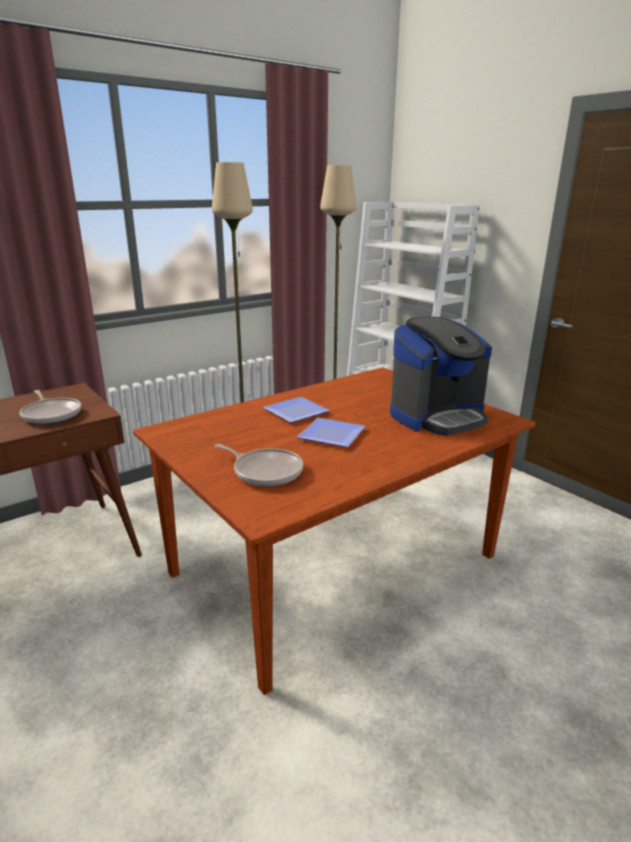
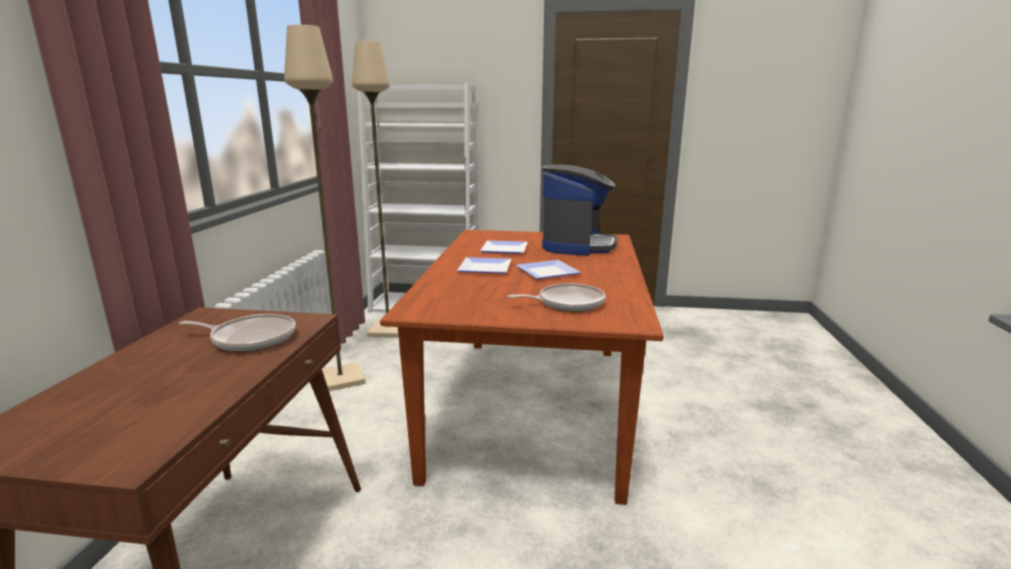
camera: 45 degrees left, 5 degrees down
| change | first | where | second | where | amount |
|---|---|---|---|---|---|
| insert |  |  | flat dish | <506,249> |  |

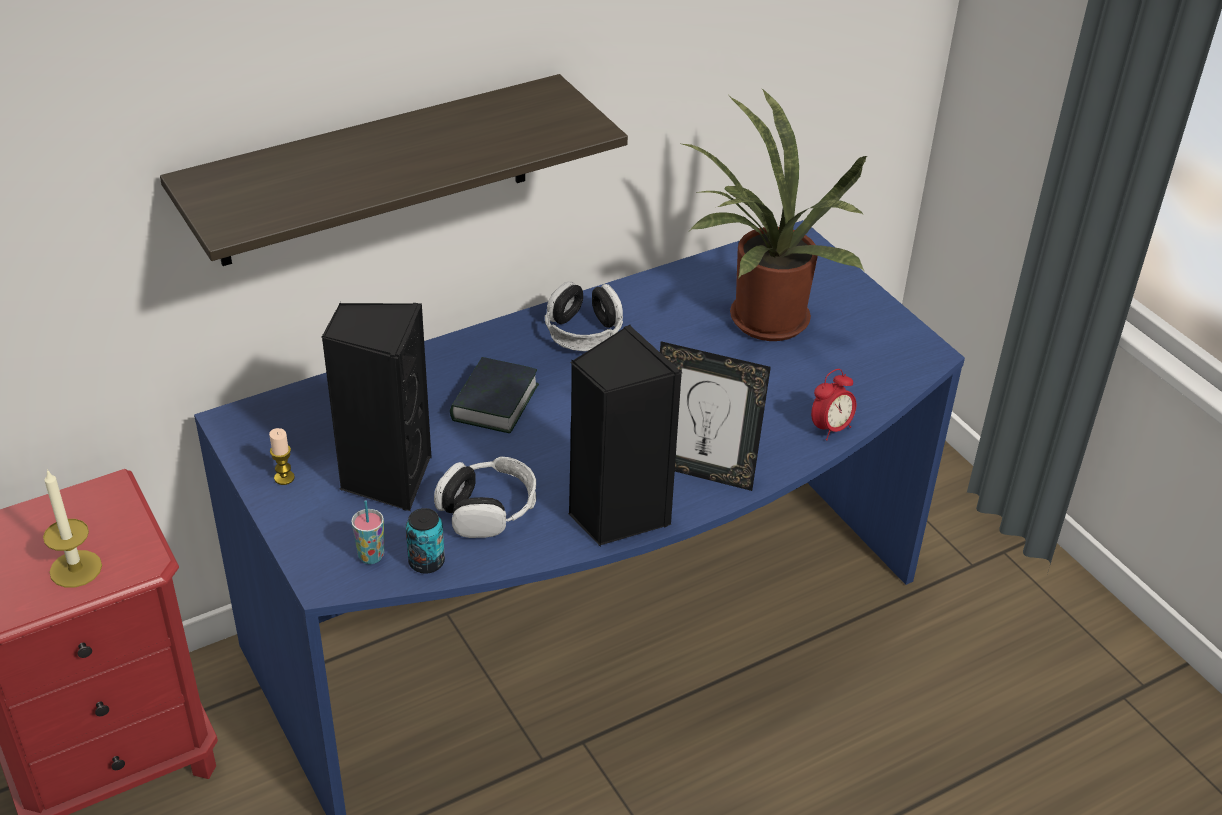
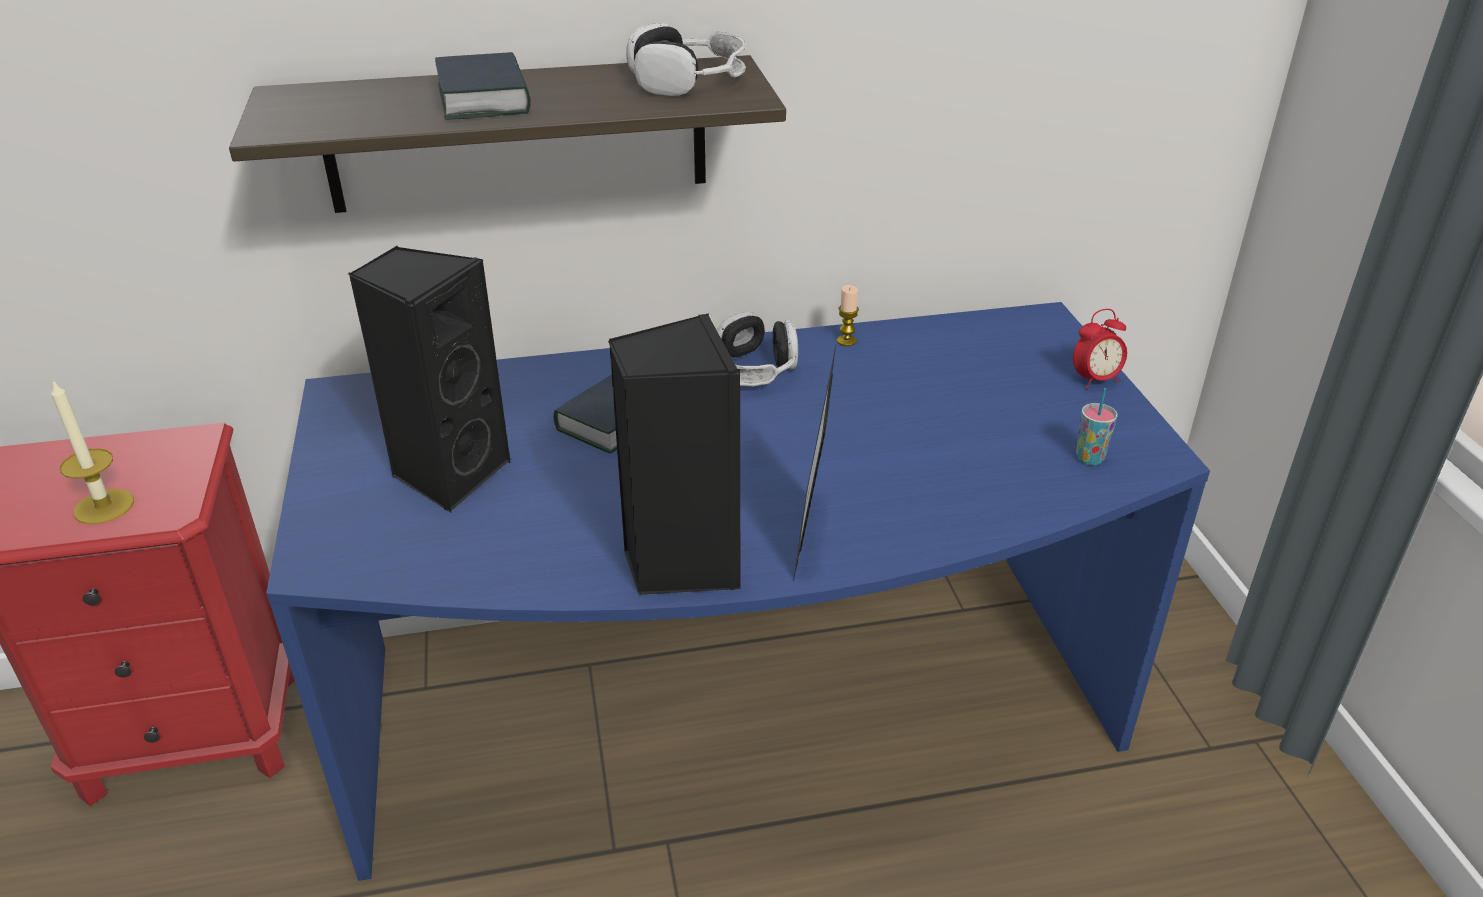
camera: 20 degrees right, 5 degrees down
| change | first | where | second | where | amount |
|---|---|---|---|---|---|
| move | wax light | <284,478> |  | <846,341> |  |
| move | cup | <371,556> |  | <1089,459> |  |
| delete | sealed can | <426,562> |  |  |  |
| move | pair of headphones | <488,509> |  | <688,81> |  |
| rotate | picture frame | <702,471> |  | <811,536> | 60 degrees clockwise |
| delete | plant in a pot | <761,323> |  |  |  |
| move | table clock | <830,428> |  | <1095,380> |  |
| insert |  |  | volume | <484,99> |  |

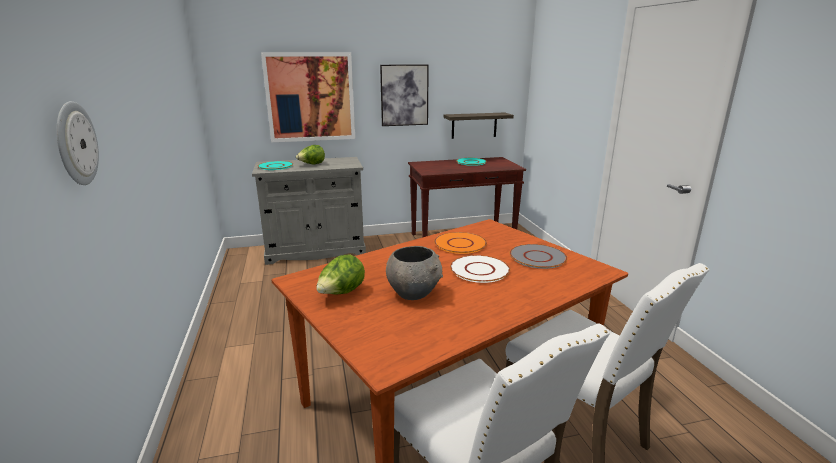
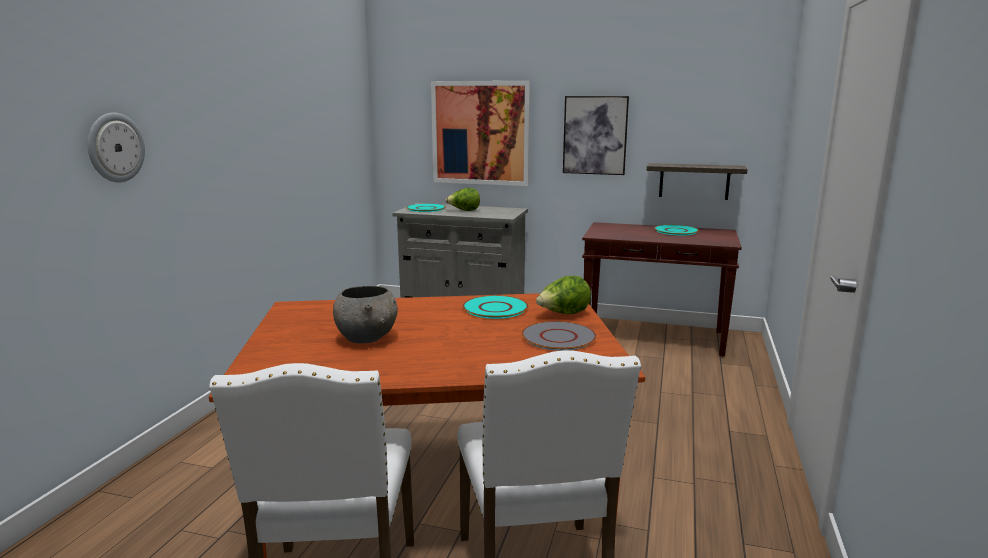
camera: 30 degrees right, 5 degrees down
| change | first | where | second | where | amount |
|---|---|---|---|---|---|
| move | lettuce | <341,293> |  | <563,314> |  |
| recolor | orangey flat dish | <460,244> | blue-green flat dish | <495,308> |  |
| delete | white-coloured flat dish | <479,270> |  |  |  |

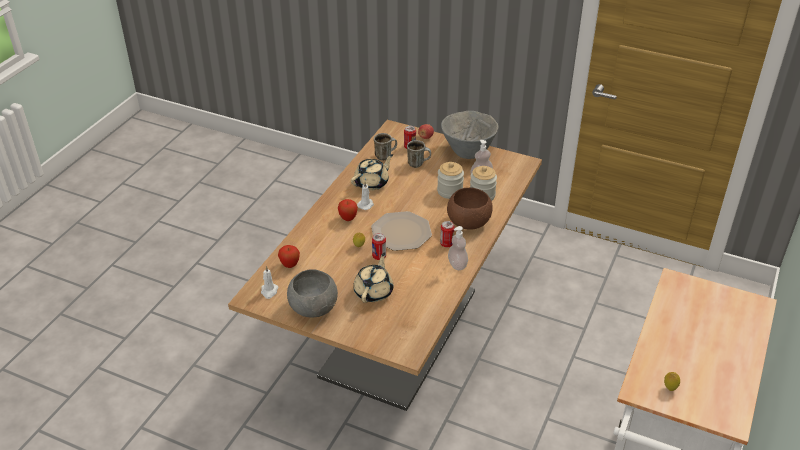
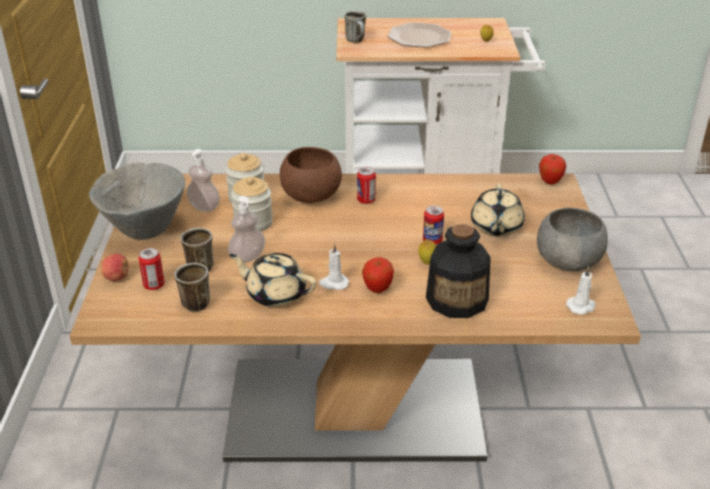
camera: 115 degrees left, 5 degrees down
| change | first | where | second | where | amount |
|---|---|---|---|---|---|
| move | apple fruit | <290,265> |  | <550,182> |  |
| rotate | sand-coloured teapot | <374,291> |  | <496,227> | 75 degrees counterclockwise |
| move | flat dish | <401,233> |  | <420,37> |  |
| move | soap dispenser | <457,264> |  | <247,257> |  |
| insert |  |  | mug | <357,41> |  |
| insert |  |  | drink bottle | <457,300> |  |

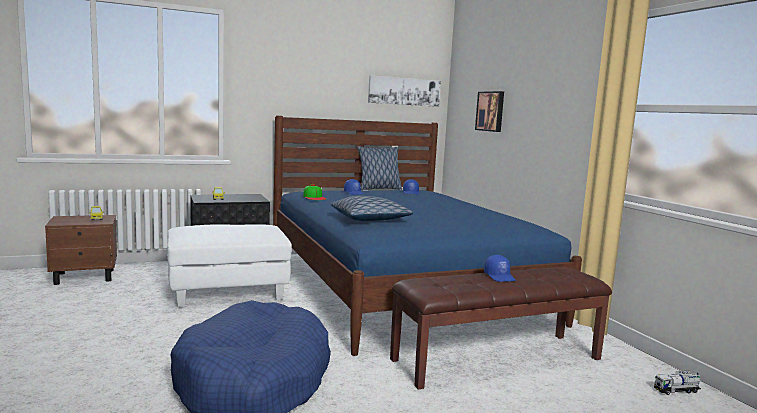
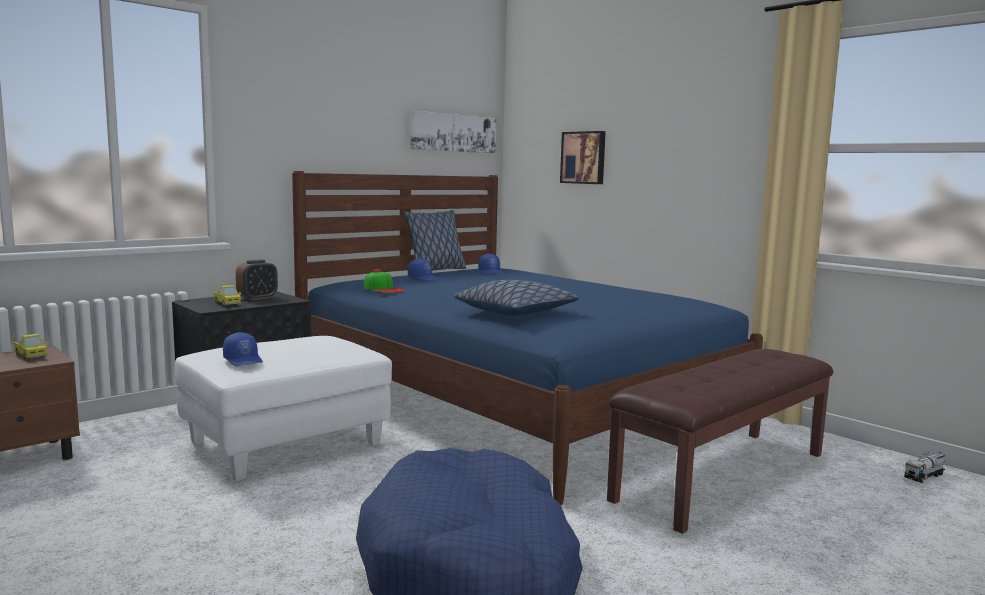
camera: 20 degrees left, 0 degrees up
| change | first | where | second | where | amount |
|---|---|---|---|---|---|
| move | bluish baseball cap | <500,277> |  | <244,360> |  |
| insert |  |  | table clock | <257,298> |  |

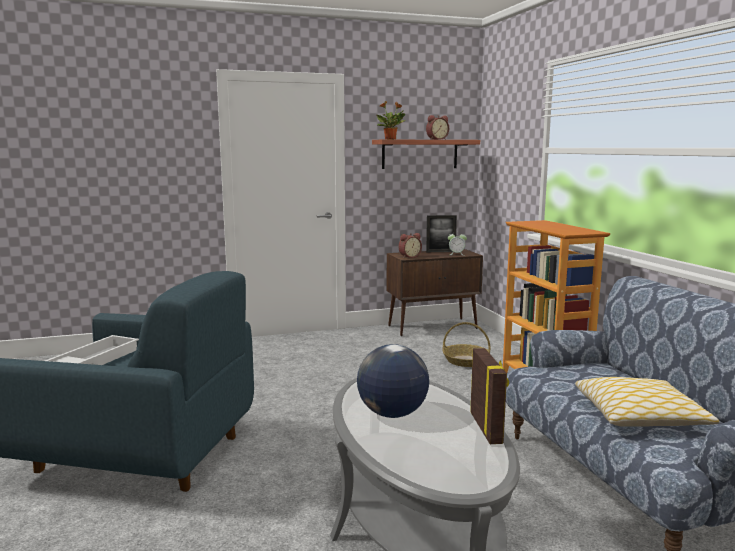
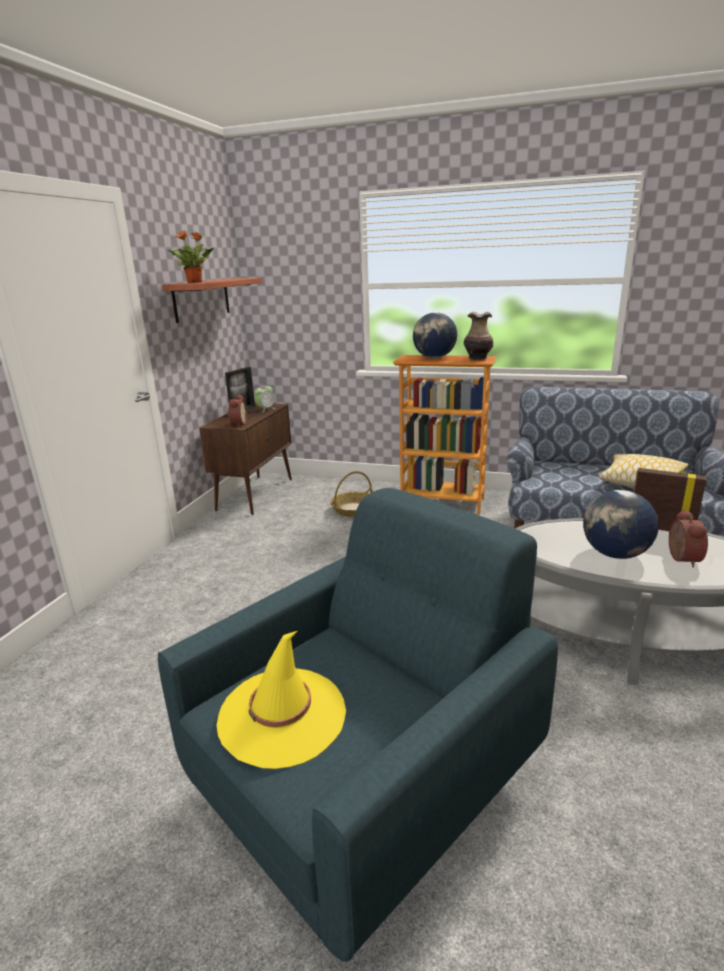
camera: 55 degrees left, 10 degrees up
| change | first | where | second | where | amount |
|---|---|---|---|---|---|
| replace | white-coloured carrying tray | <94,360> | yellow-coloured wearable hat | <282,715> |  |
| move | table clock | <436,139> |  | <680,559> |  |
| insert |  |  | desk globe | <434,358> |  |
| insert |  |  | vase | <477,358> |  |

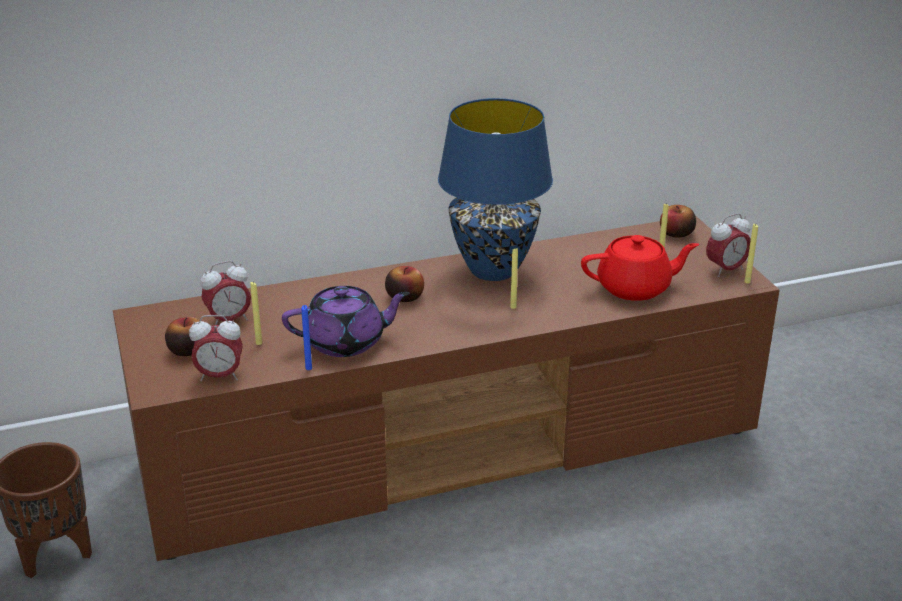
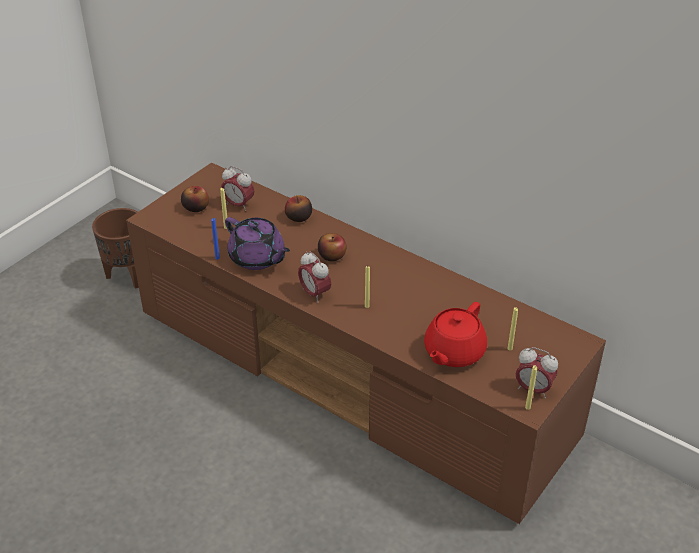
camera: 55 degrees right, 10 degrees up
| change | first | where | second | where | amount |
|---|---|---|---|---|---|
| move | table clock | <219,376> |  | <314,293> |  |
| delete | bluish tabletop lamp | <494,270> |  |  |  |
| rotate | reddish teapot | <635,288> |  | <453,352> | 75 degrees clockwise |
| move | apple fruit | <676,233> |  | <298,217> |  |

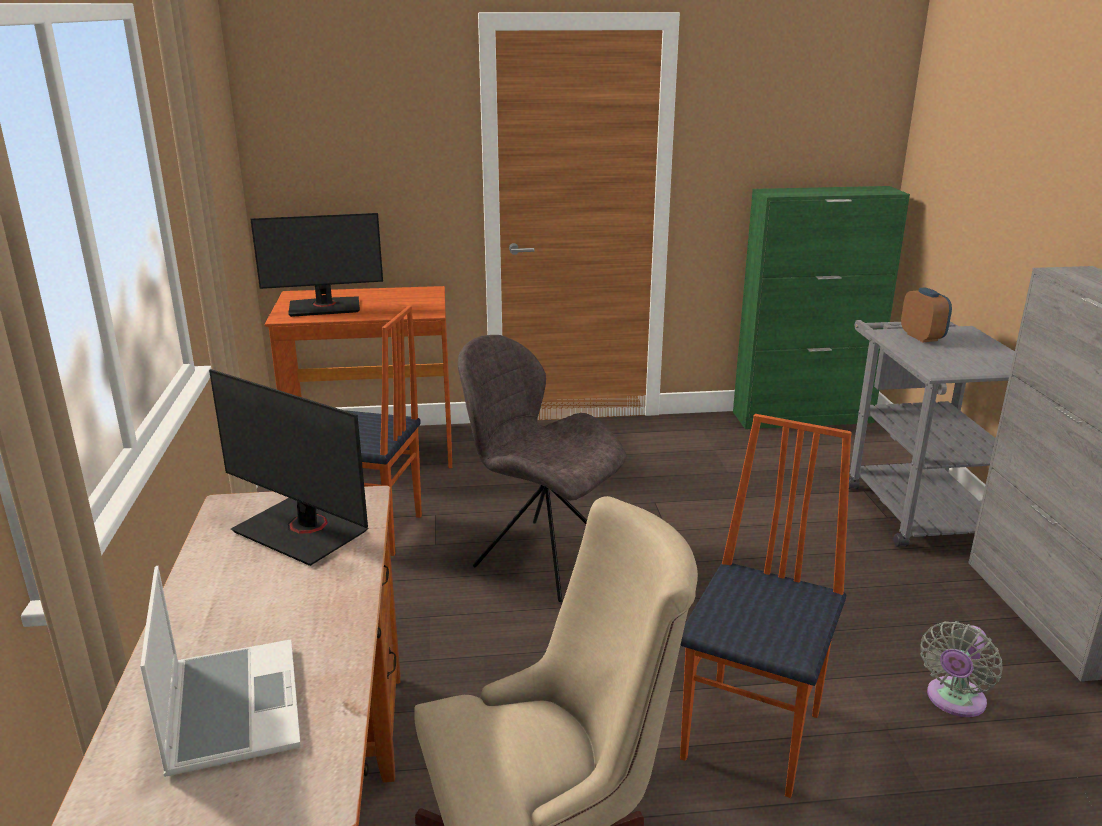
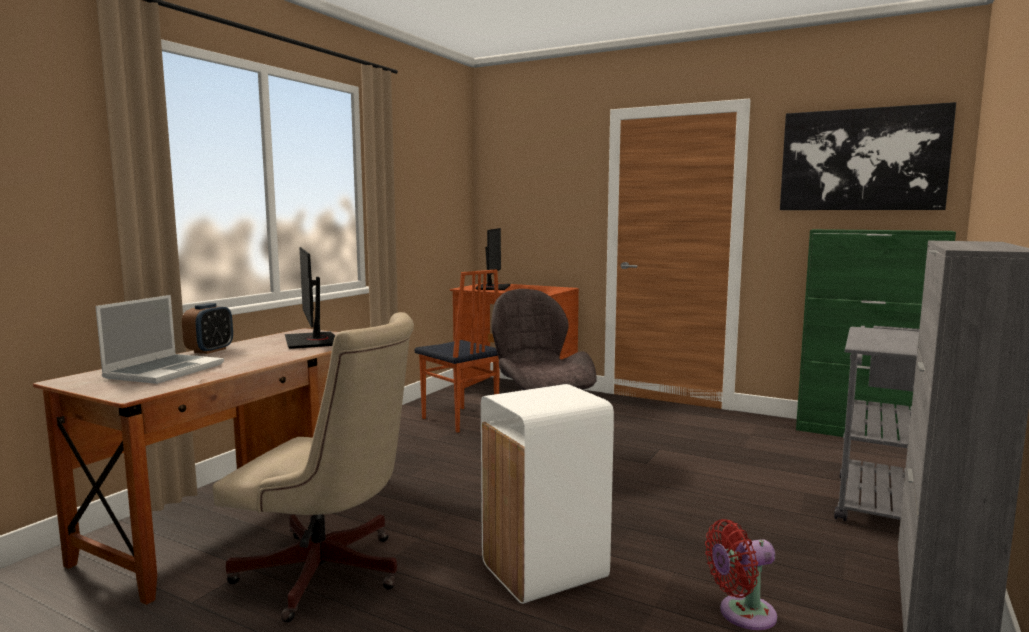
camera: 35 degrees right, 15 degrees down
| change | first | where | second | where | amount |
|---|---|---|---|---|---|
| rotate | computer display | <324,307> |  | <492,287> | 105 degrees counterclockwise |
| replace | chair | <754,736> | white-coloured trash can | <545,571> |  |
| move | table clock | <922,337> |  | <210,350> |  |
| recolor | greyish cooling fan | <953,701> | reddish cooling fan | <742,614> |  |
| insert |  |  | wall art | <862,159> |  |

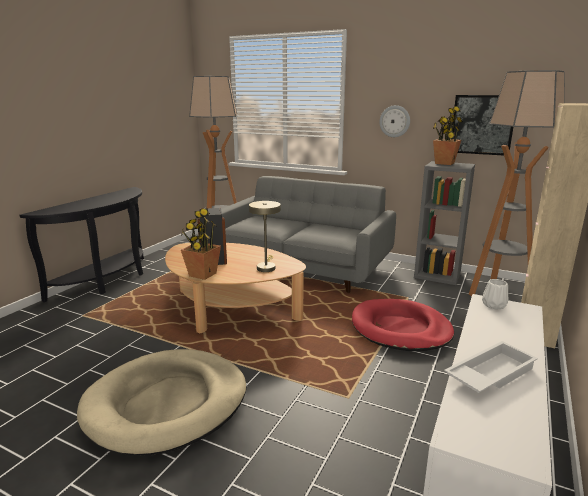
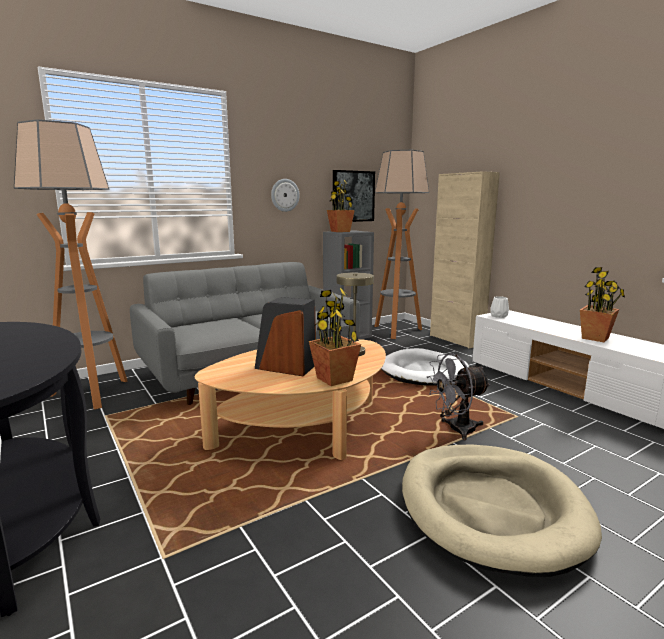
camera: 60 degrees left, 5 degrees down
| change | first | where | second | where | amount |
|---|---|---|---|---|---|
| recolor | reddish dog cushion | <400,329> | white-coloured dog cushion | <424,371> |  |
| replace | white-coloured carrying tray | <489,374> | plant in a pot | <595,338> |  |
| insert |  |  | greyish cooling fan | <455,429> |  |

